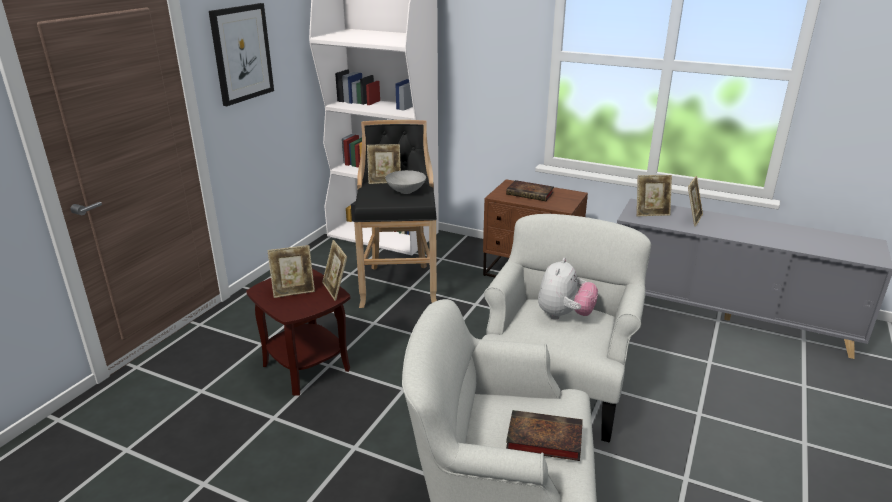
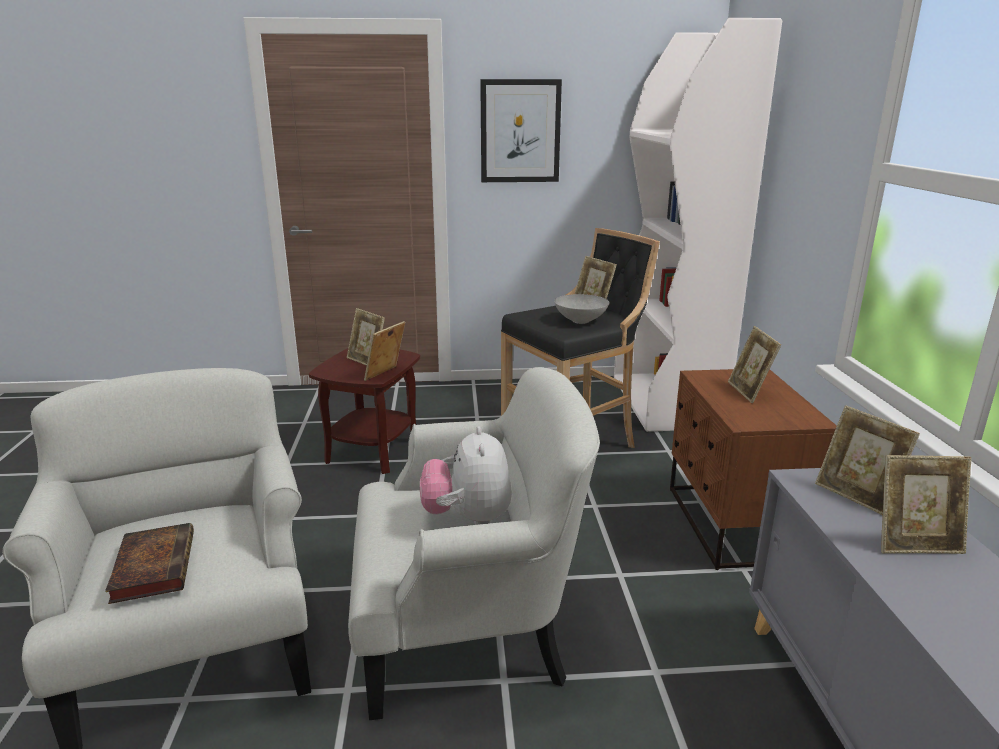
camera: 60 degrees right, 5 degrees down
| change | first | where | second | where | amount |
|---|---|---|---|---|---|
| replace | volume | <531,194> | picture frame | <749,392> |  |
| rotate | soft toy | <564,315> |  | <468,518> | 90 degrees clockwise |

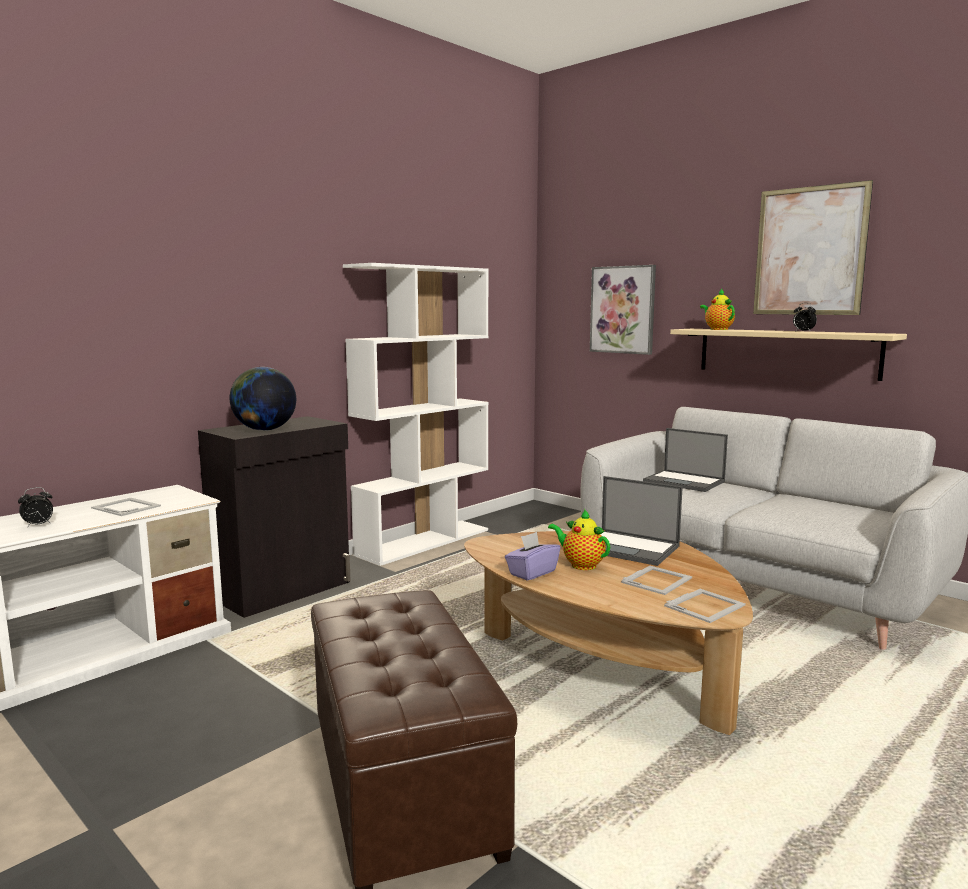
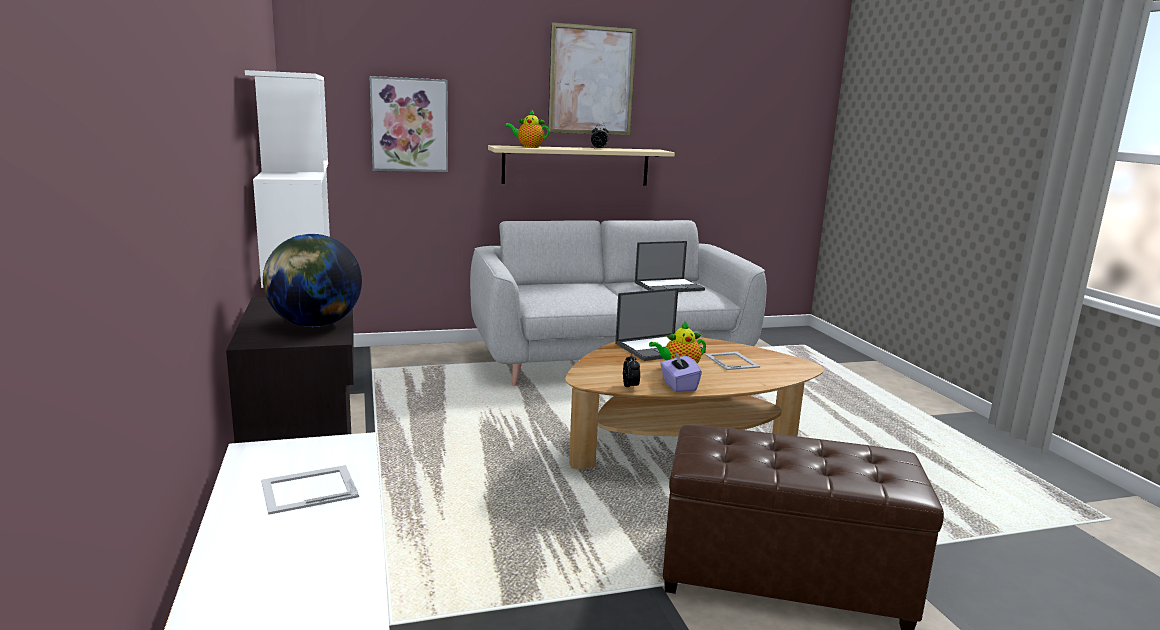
camera: 60 degrees left, 5 degrees up
| change | first | where | second | where | amount |
|---|---|---|---|---|---|
| move | table clock | <38,525> |  | <630,387> |  |
| move | laptop | <685,482> |  | <669,286> |  |
| delete | picture frame | <706,605> |  |  |  |

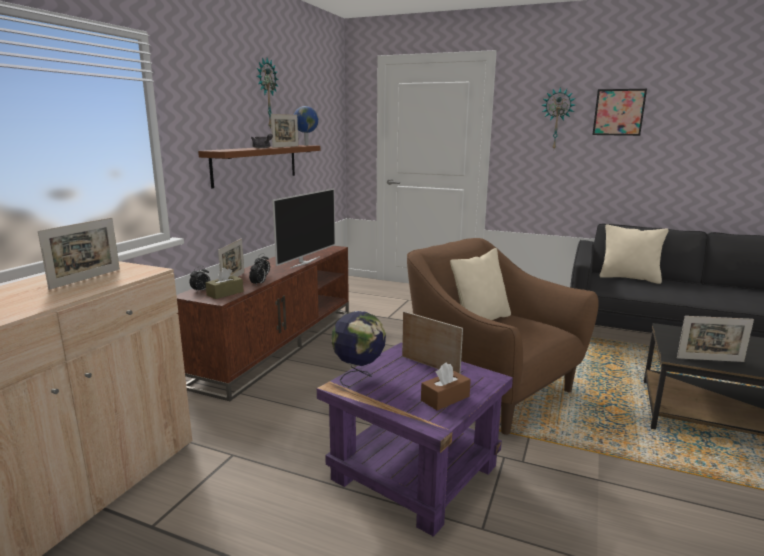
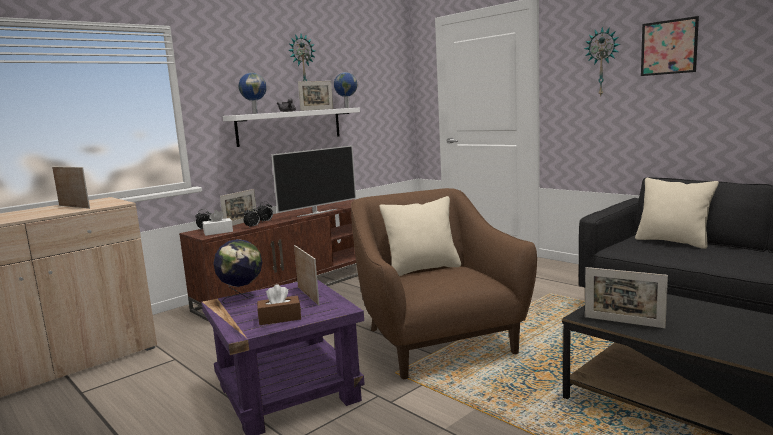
camera: 25 degrees right, 5 degrees down
| change | first | where | second | where | amount |
|---|---|---|---|---|---|
| rotate | picture frame | <86,278> |  | <74,207> | 105 degrees counterclockwise |
| recolor | brown shelf | <256,164> | white-coloured shelf | <290,126> |  |
| recolor | brown box of tissues | <225,293> | white-coloured box of tissues | <218,232> |  |
| insert |  |  | desk globe | <255,113> |  |

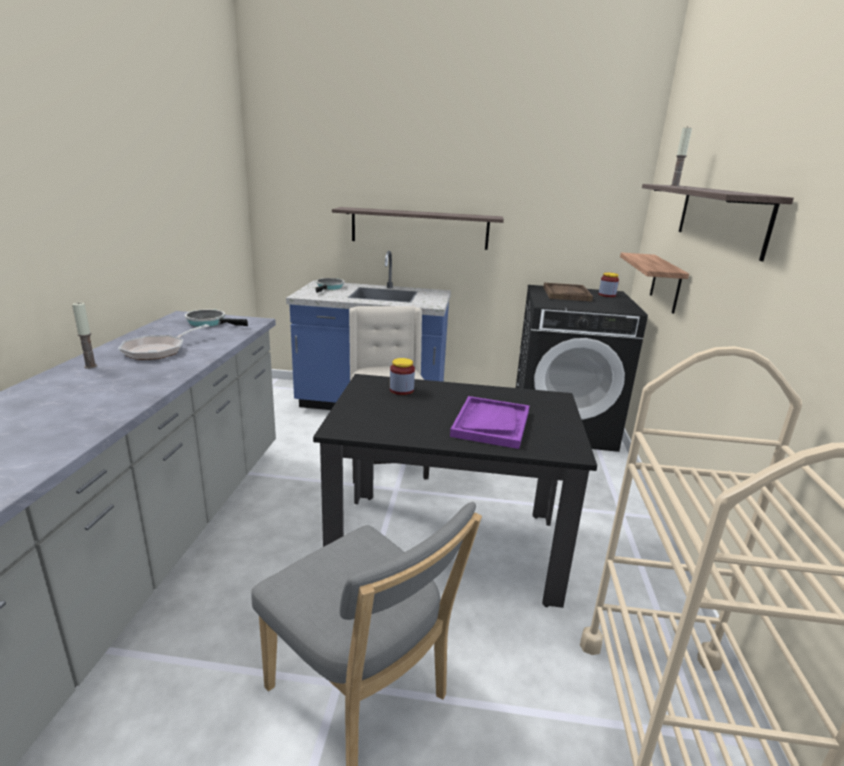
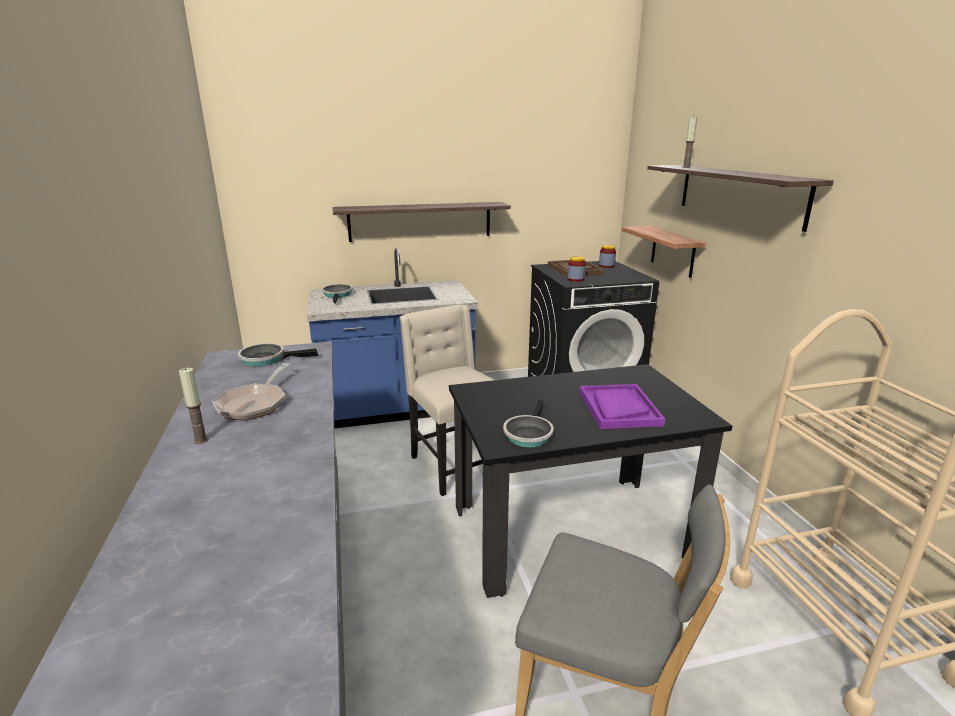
camera: 20 degrees left, 0 degrees up
| change | first | where | second | where | amount |
|---|---|---|---|---|---|
| move | jar | <401,390> |  | <575,279> |  |
| insert |  |  | pan | <528,434> |  |

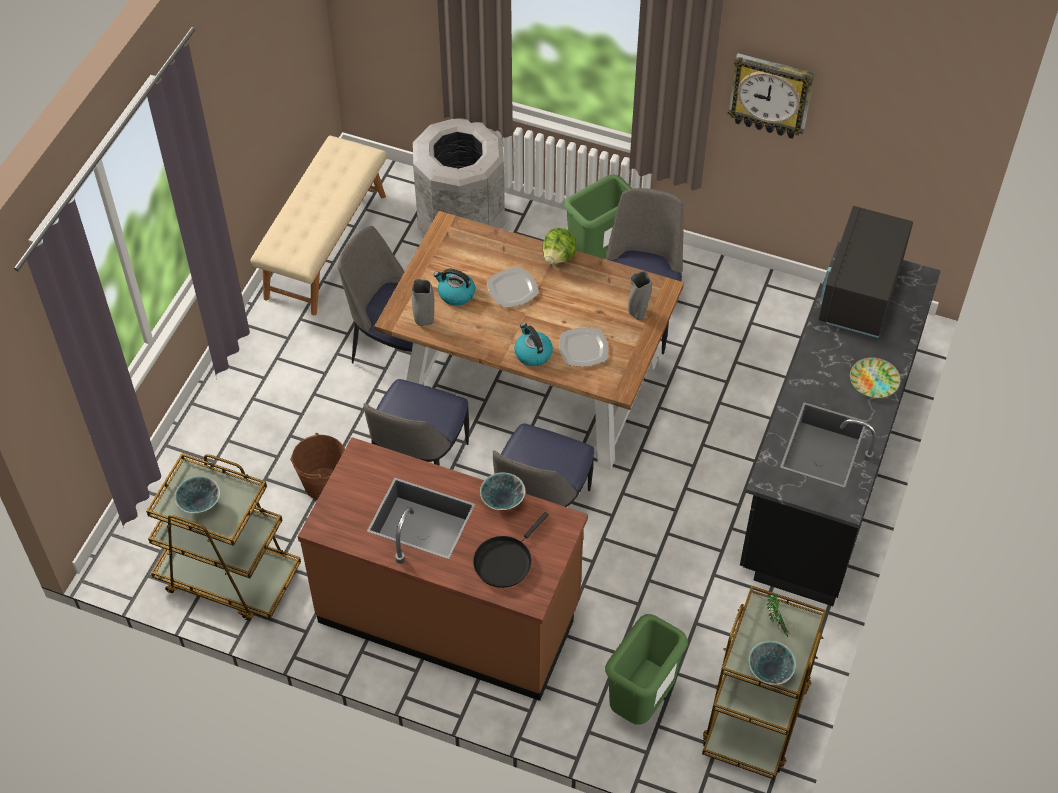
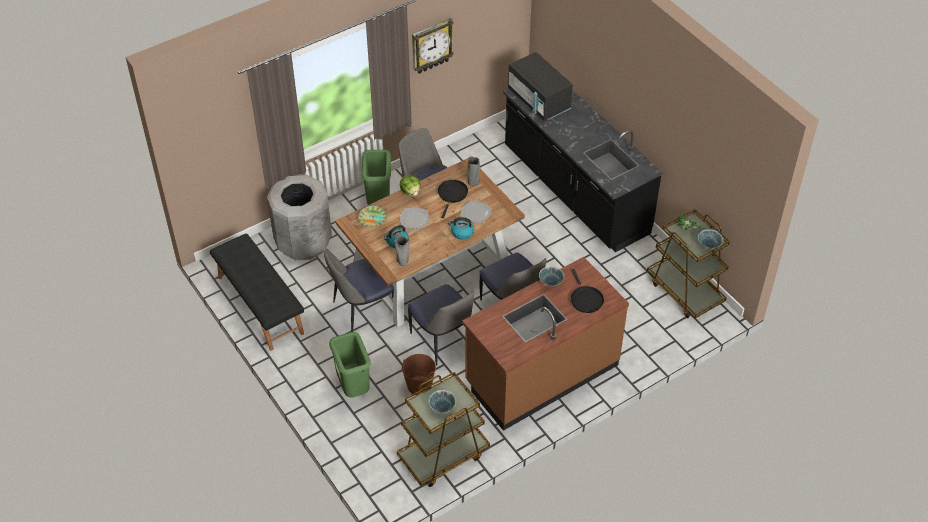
camera: 55 degrees left, 5 degrees down
| change | first | where | second | where | amount |
|---|---|---|---|---|---|
| recolor | sand-coloured bench | <325,245> | blackish bench | <259,305> |  |
| move | green-coloured trash can | <641,702> |  | <354,388> |  |
| move | flat dish | <874,380> |  | <372,218> |  |
| insert |  |  | blackish pan | <452,194> |  |

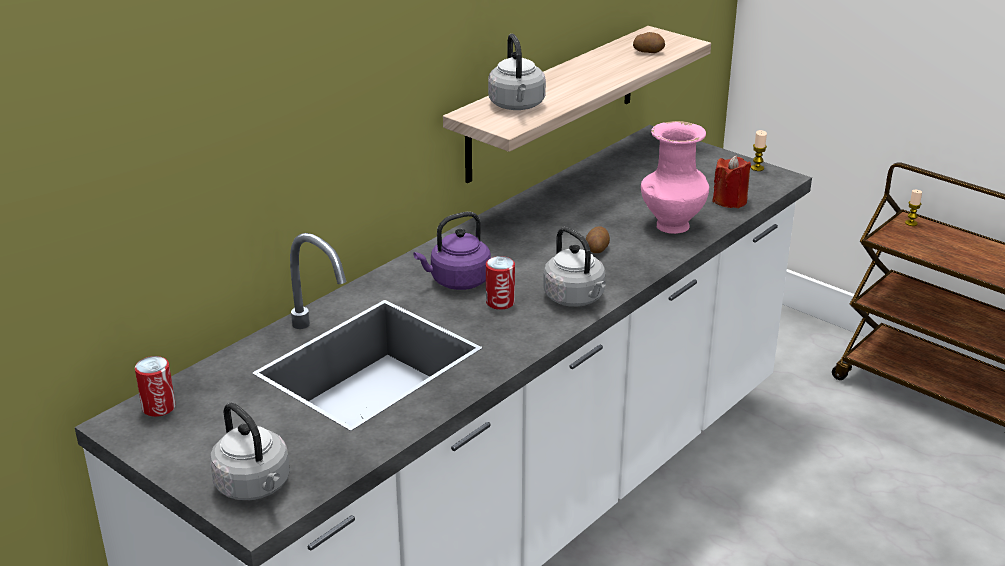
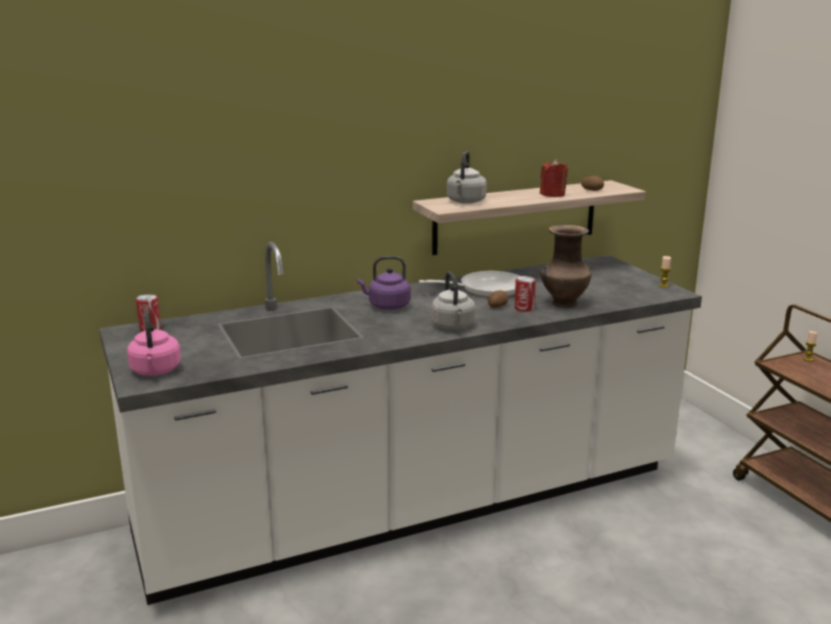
camera: 25 degrees right, 10 degrees down
| change | first | where | second | where | amount |
|---|---|---|---|---|---|
| recolor | greyish kettle | <255,487> | pinkish kettle | <155,371> |  |
| move | sealed can | <500,302> |  | <524,308> |  |
| recolor | pinkish vase | <671,226> | brown vase | <563,304> |  |
| move | reddish wax light | <730,201> |  | <552,195> |  |
| insert |  |  | pan | <485,289> |  |

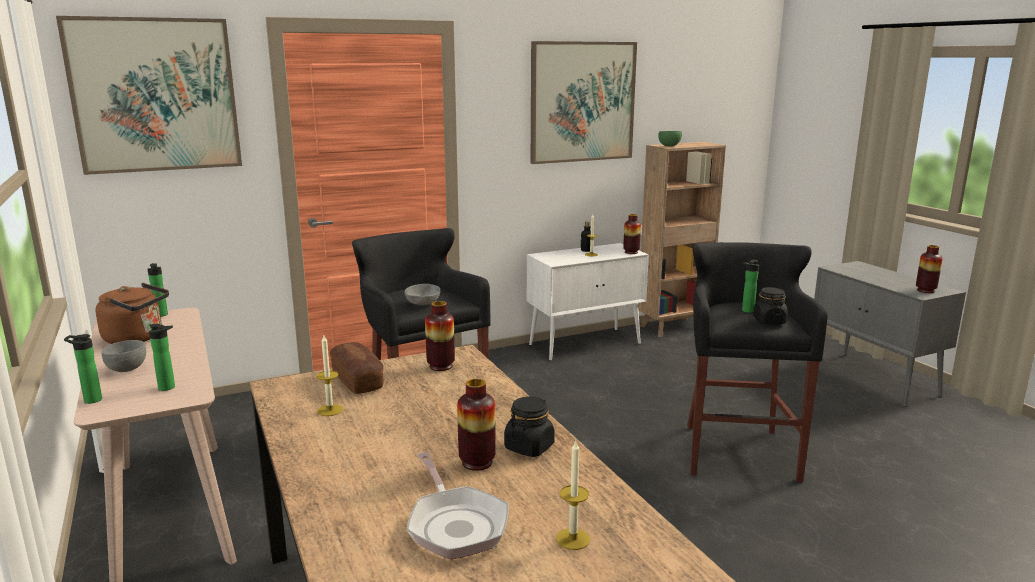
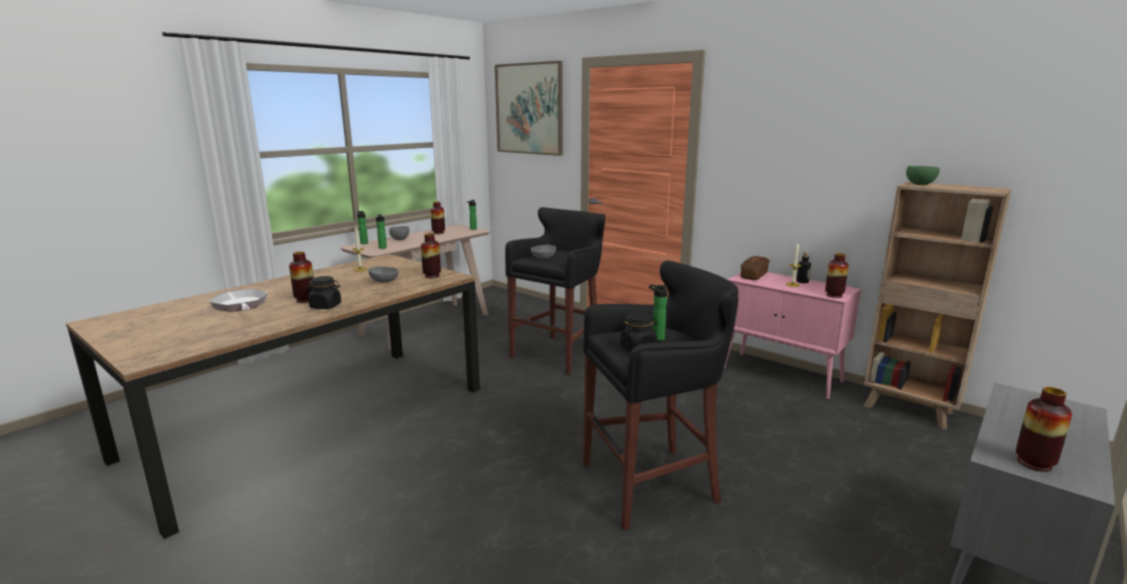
camera: 65 degrees right, 0 degrees up
| change | first | where | second | where | amount |
|---|---|---|---|---|---|
| replace | brown kettle | <137,338> | vase | <438,233> |  |
| move | bread | <357,380> |  | <754,275> |  |
| rotate | pan | <455,524> |  | <241,305> | 105 degrees clockwise |
| recolor | white-coloured cupboard | <586,344> | pinkish cupboard | <782,375> |  |
| delete | wall art | <582,102> |  |  |  |
| delete | wax light | <573,539> |  |  |  |
| insert |  |  | greyish serving bowl | <384,281> |  |

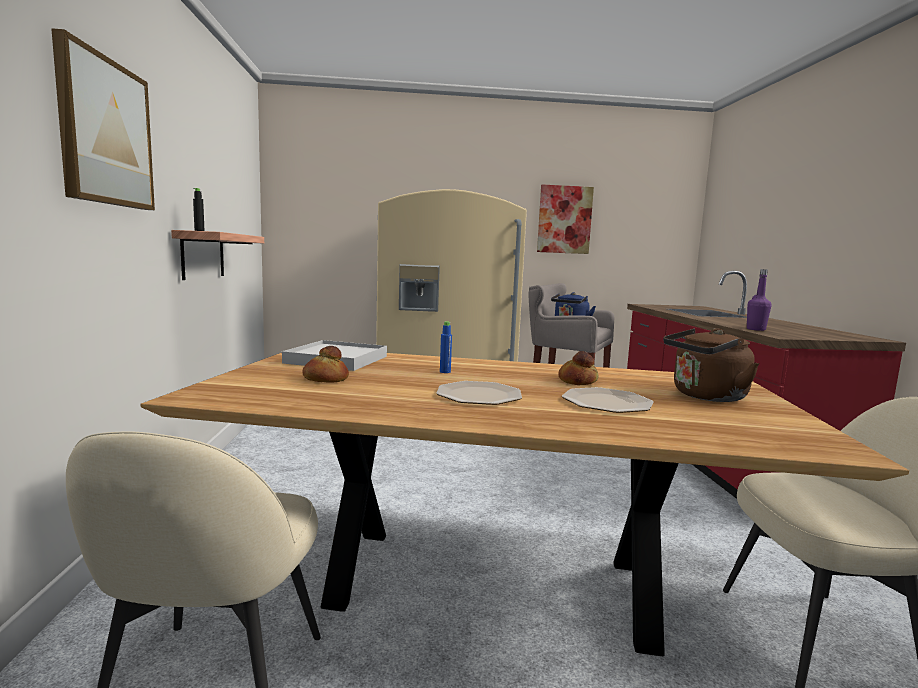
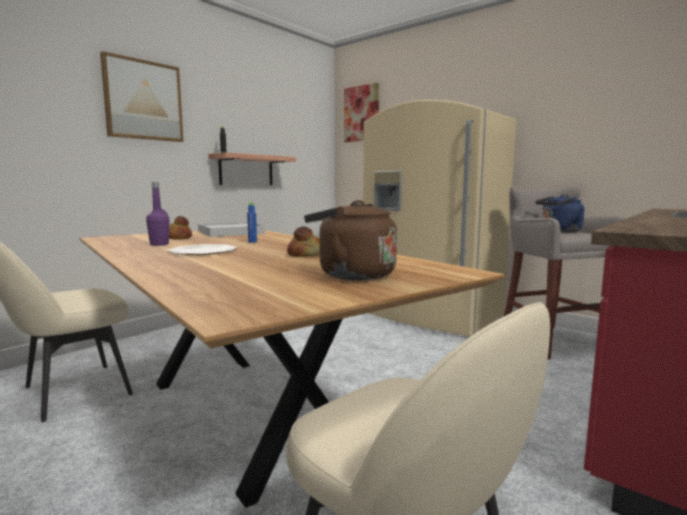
camera: 45 degrees right, 0 degrees up
| change | first | where | second | where | amount |
|---|---|---|---|---|---|
| move | wall art | <564,219> |  | <361,113> |  |
| delete | flat dish | <605,402> |  |  |  |
| move | purplish drink bottle | <756,329> |  | <159,244> |  |

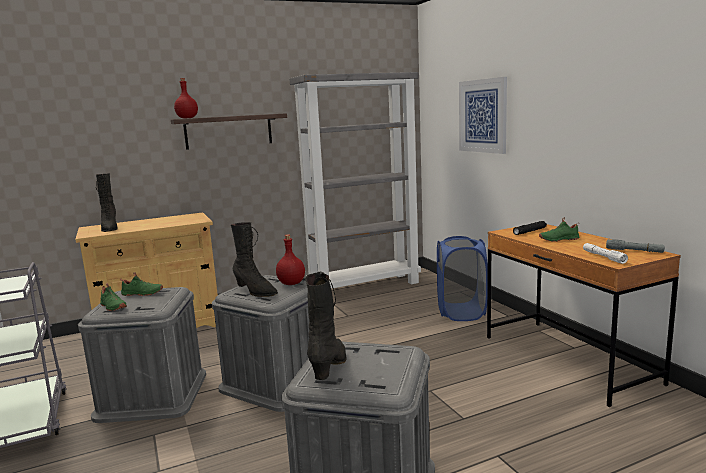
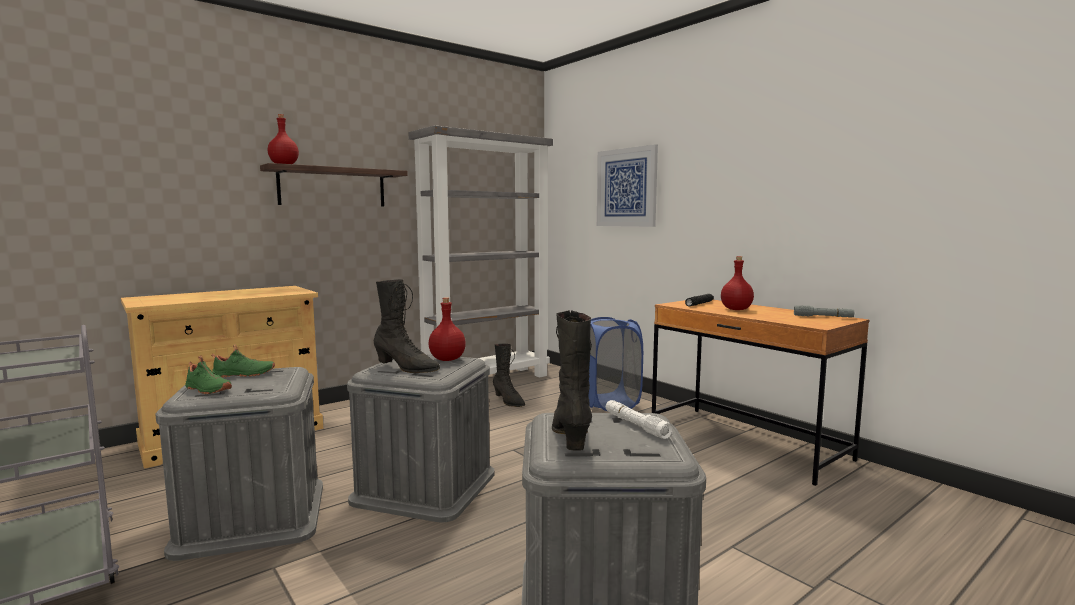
camera: 15 degrees left, 5 degrees down
| change | first | where | second | where | amount |
|---|---|---|---|---|---|
| move | blackish high-top boot | <109,228> |  | <508,401> |  |
| replace | green-coloured shoe | <558,239> | reddish drink bottle | <736,309> |  |
| move | white-coloured hand torch | <603,257> |  | <635,425> |  |

